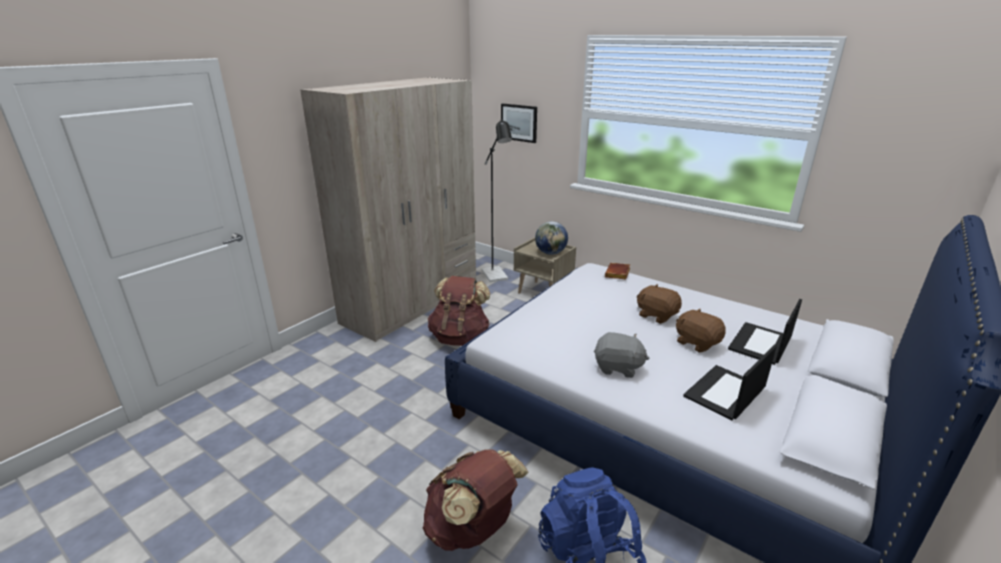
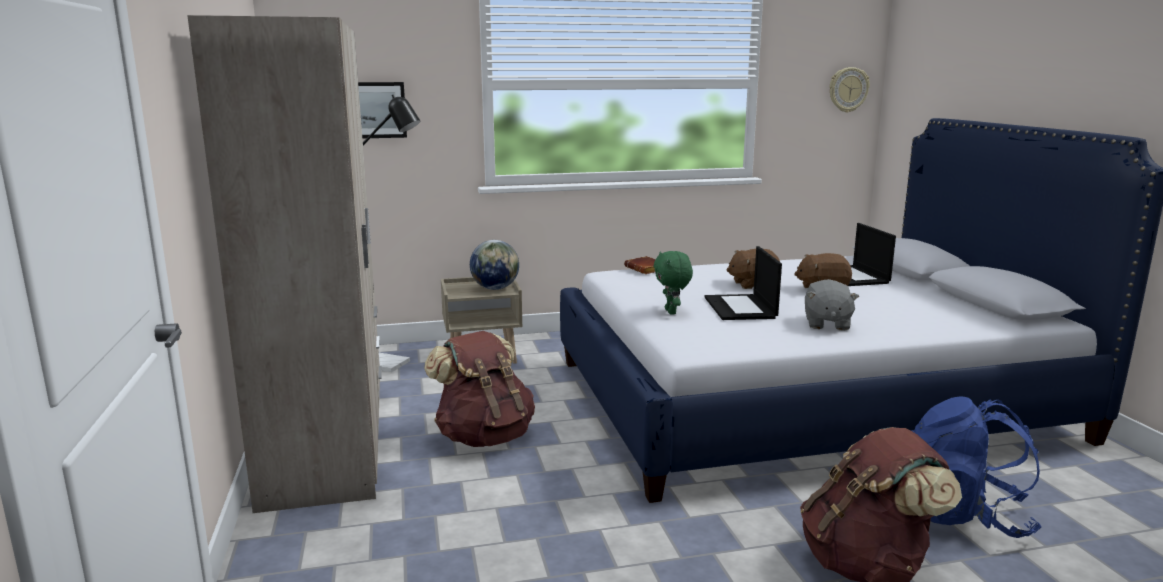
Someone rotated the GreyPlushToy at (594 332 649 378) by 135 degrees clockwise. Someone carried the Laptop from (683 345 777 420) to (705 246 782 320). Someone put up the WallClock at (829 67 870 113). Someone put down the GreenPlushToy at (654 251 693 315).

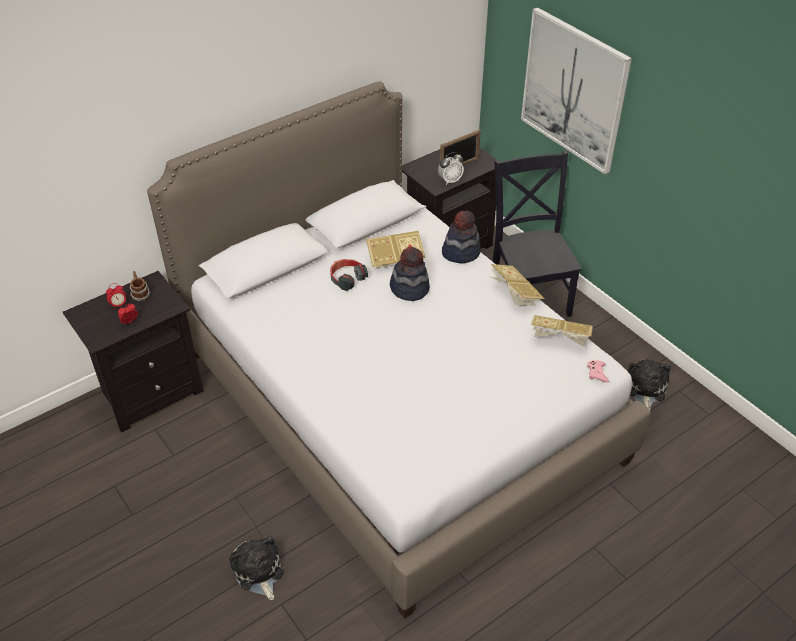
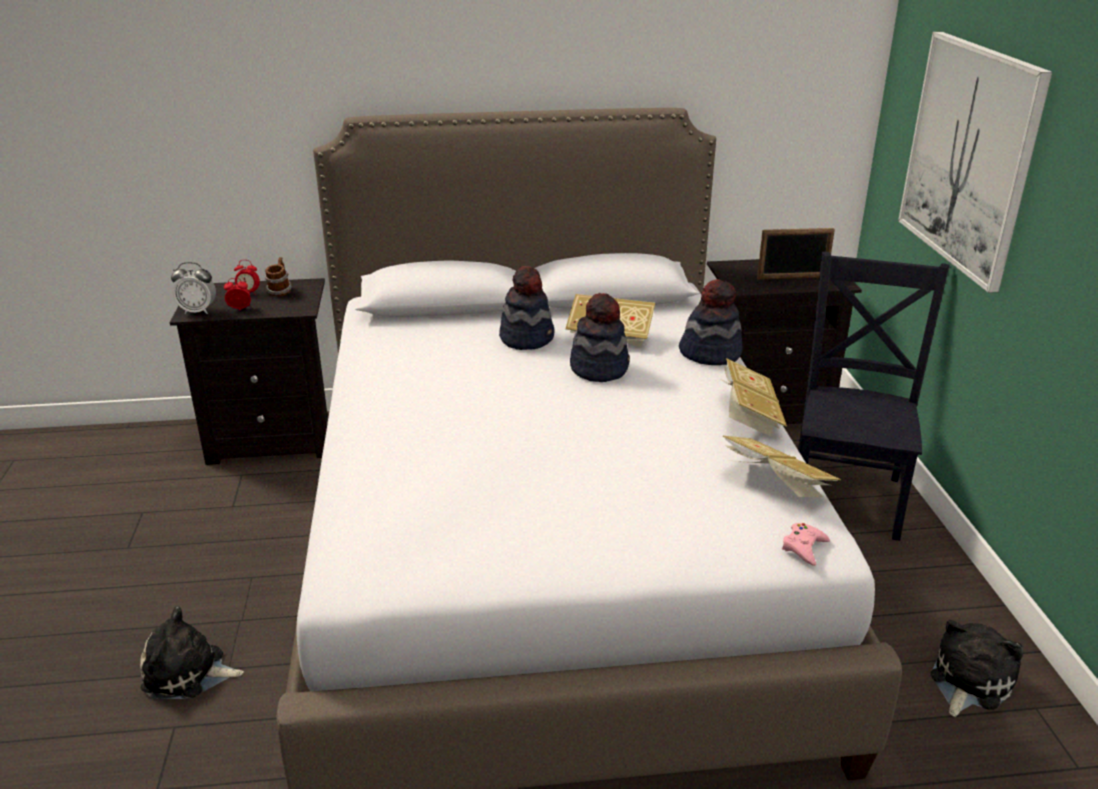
Someone carried the AlarmClock from (438 152 464 185) to (171 262 216 314). Someone swapped the Headphones at (330 259 368 291) for the Hat at (499 266 554 350). Someone rotated the PlushToy at (229 536 283 600) by 90 degrees counterclockwise.

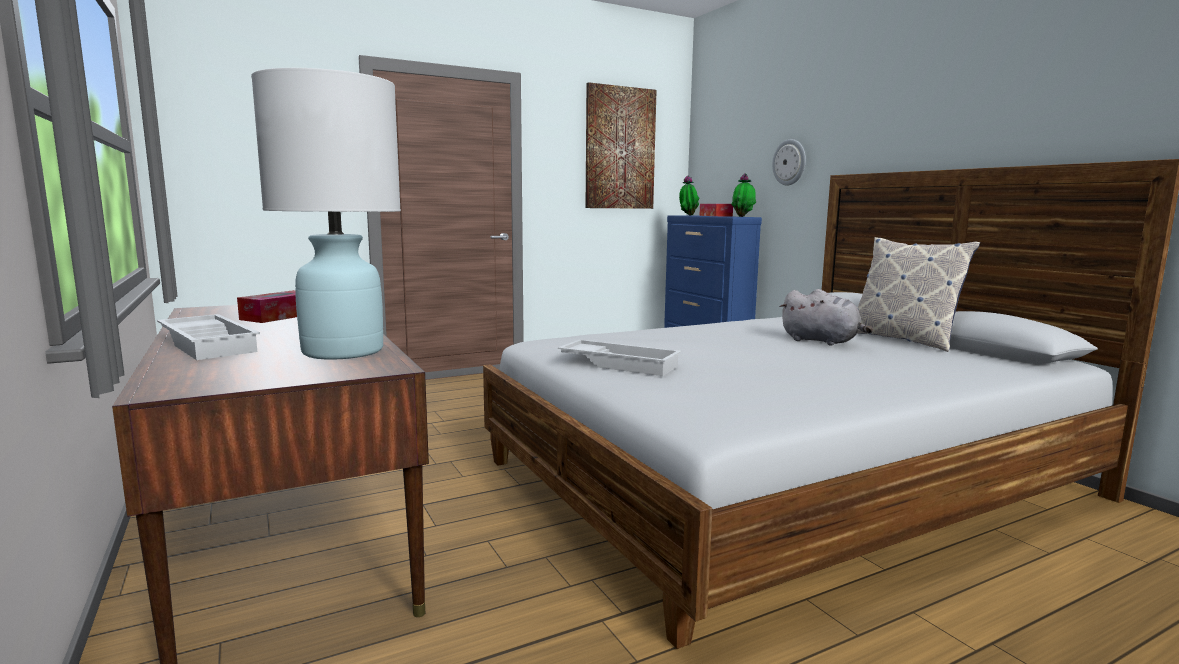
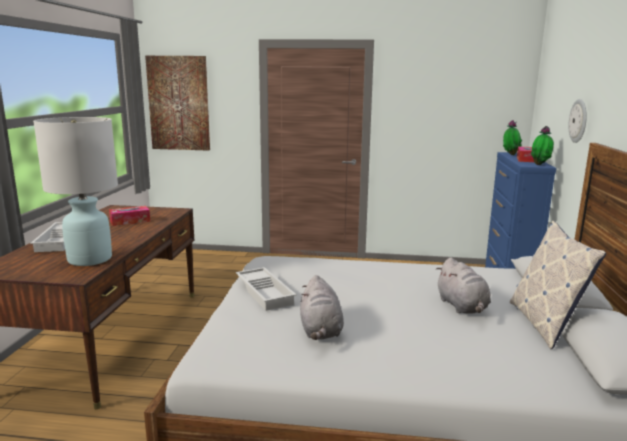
Someone carried the Picture from (586 82 657 209) to (145 56 210 151). Someone put down the GreyPlushToy at (300 275 344 340).

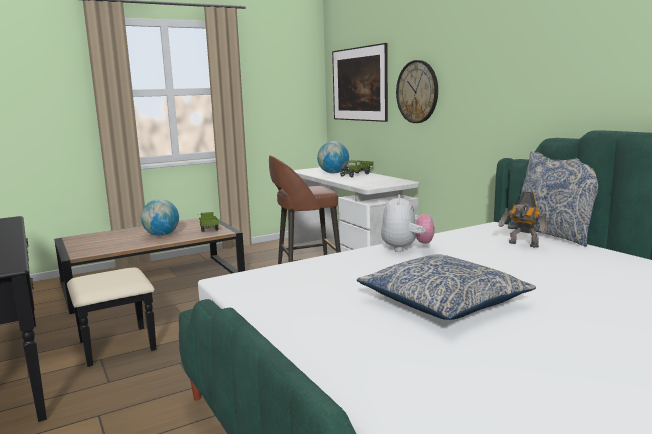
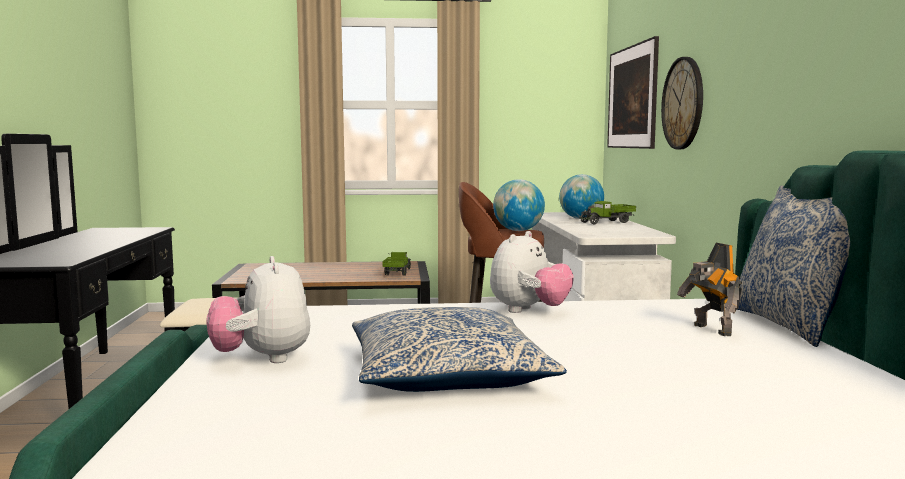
Someone carried the Globe from (141 199 179 236) to (493 179 545 231). Someone put down the PlushToy at (207 256 310 363).

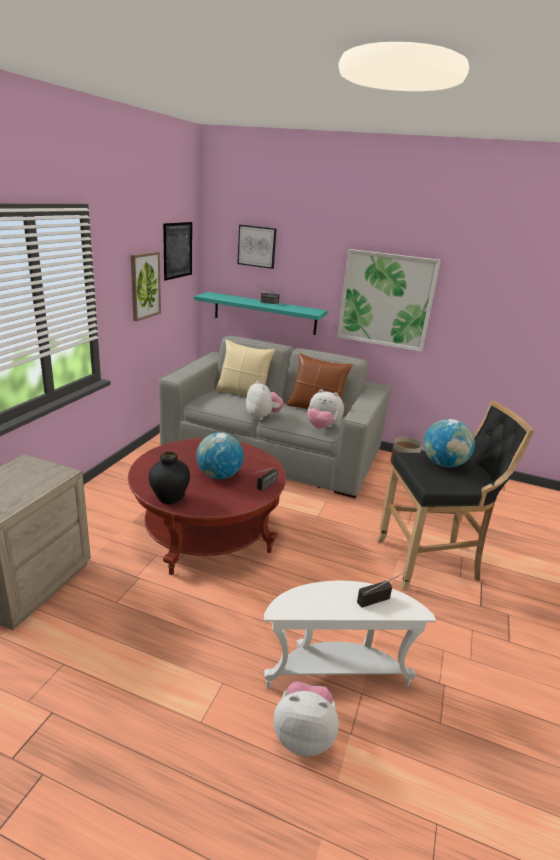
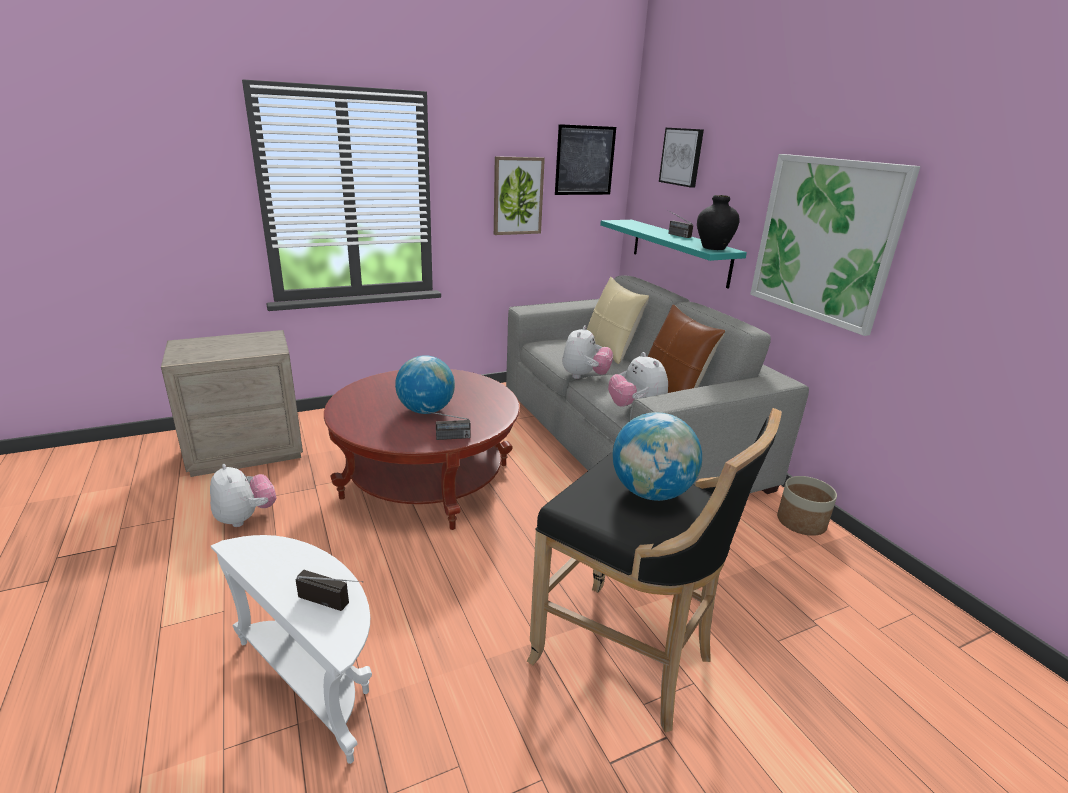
Someone carried the BlackVase from (149 452 190 504) to (697 195 740 250). Someone carried the PlushToy from (274 681 339 757) to (210 464 277 527).

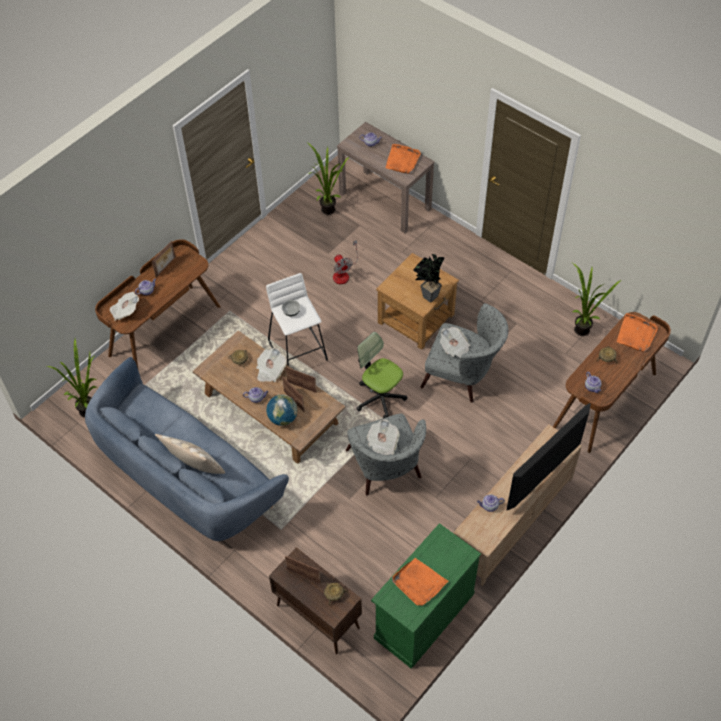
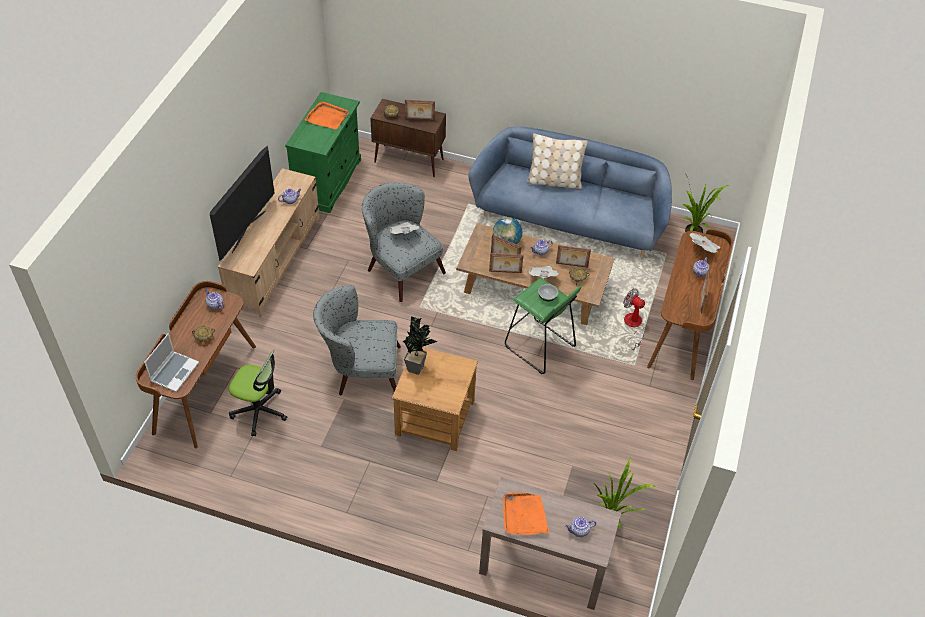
Someone carried the Fan from (333 240 358 284) to (623 288 645 350). Someone took away the PottedPlant at (573 263 621 336). Someone repainted the WhiteStool at (266 273 328 366), which became the GreenStool at (505 278 581 374). Someone swapped the OrangeTray at (617 313 658 352) for the Laptop at (144 333 199 392). Someone took away the Newspaper at (440 327 470 358). Someone carried the OfficeChair from (356 332 407 418) to (229 350 287 436). Someone put down the PictureFrame at (556 245 591 267).

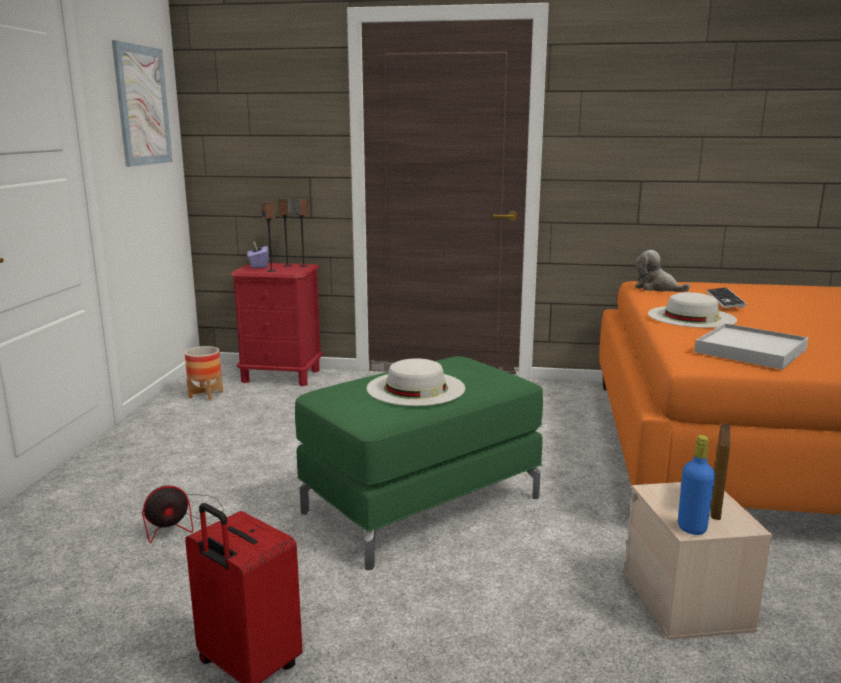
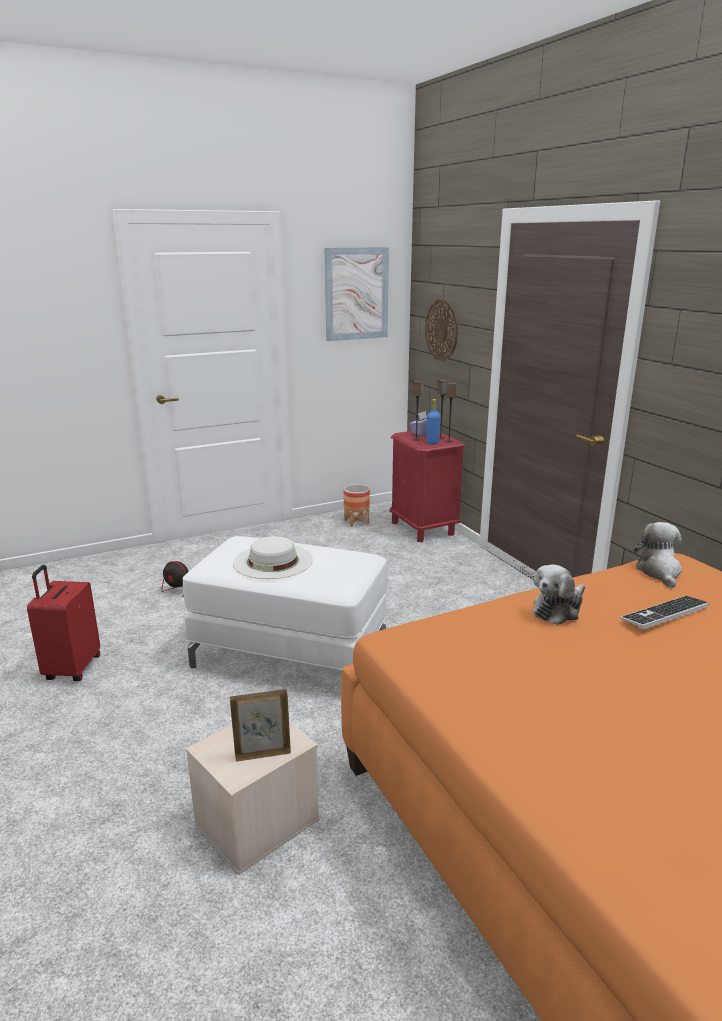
Someone swapped the WhiteHat at (648 292 737 328) for the PlushToy at (533 564 585 625). Someone took away the WhiteTray at (694 323 808 370). Someone repainted the GreenOttoman at (295 356 543 570), which became the WhiteOttoman at (183 536 388 670). Someone carried the BlueBottle from (678 435 715 535) to (426 399 441 445). Someone put up the WallClock at (425 300 458 361).

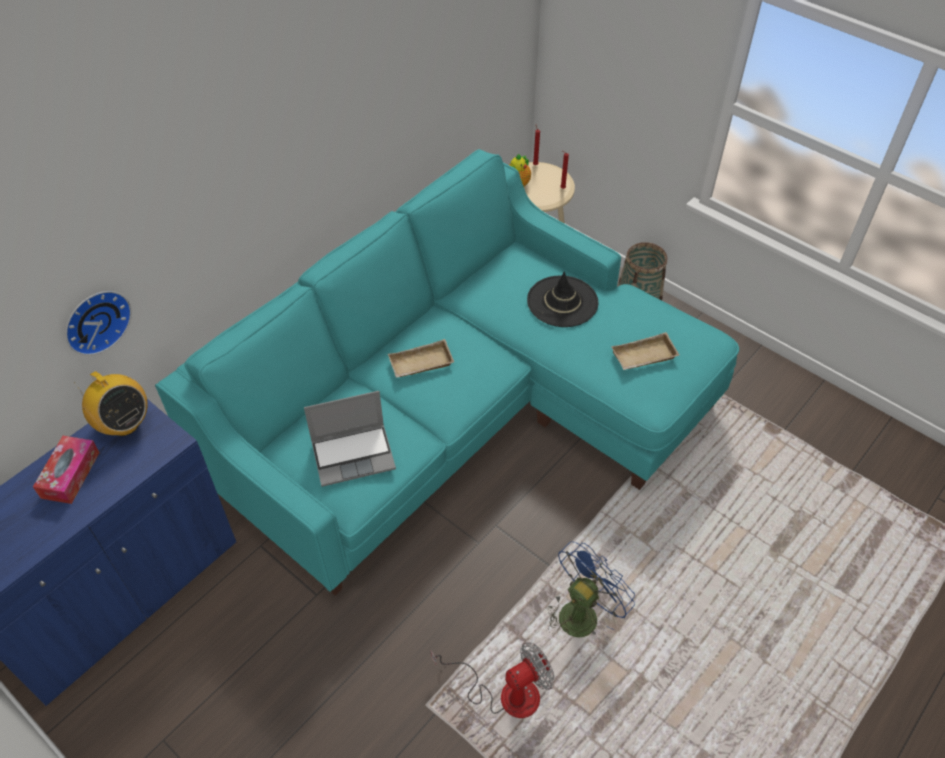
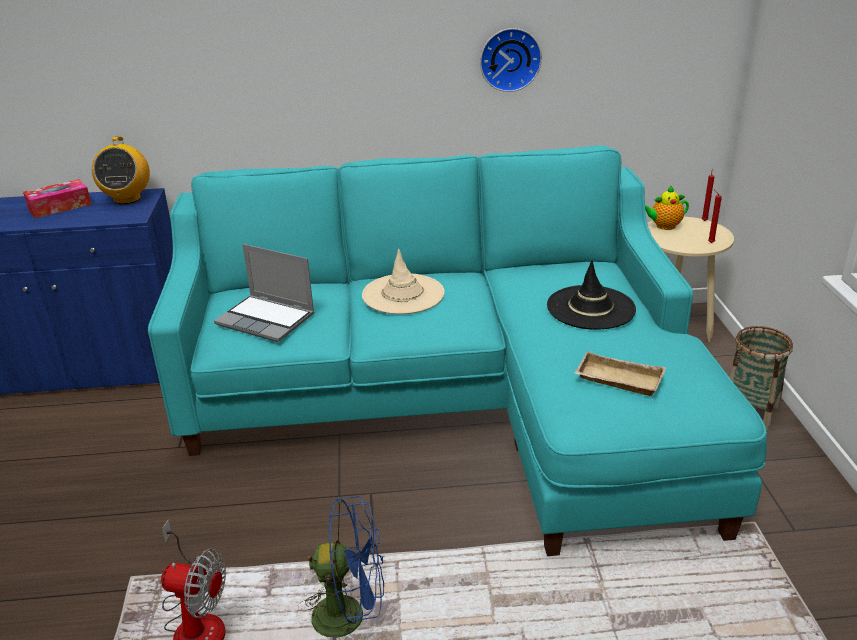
Someone carried the WallClock from (65 291 132 355) to (480 28 542 92). Someone swapped the BeigeTray at (388 339 454 378) for the BeigeHat at (362 249 445 314).

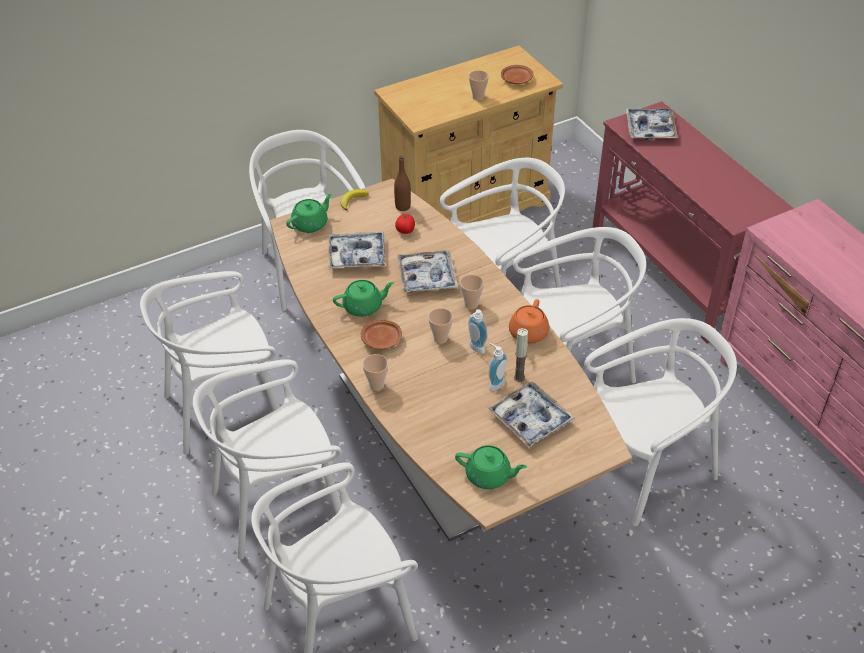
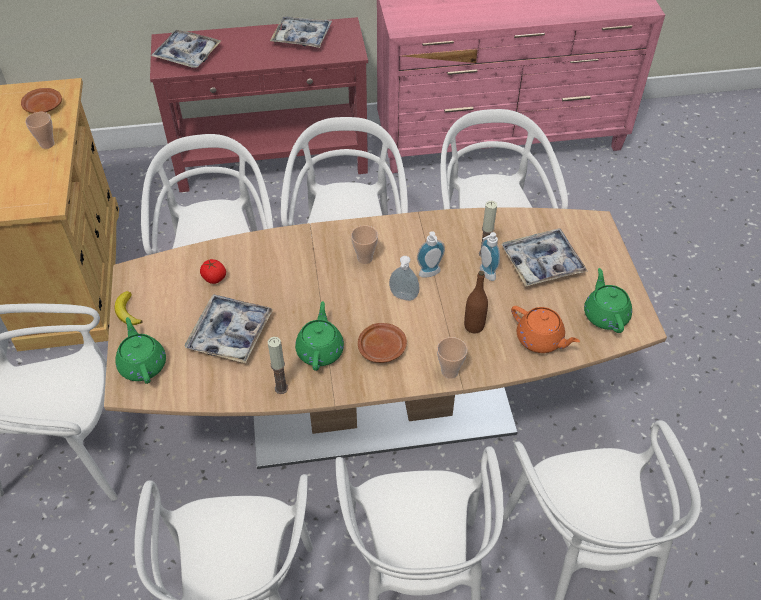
Someone carried the BrownBottle from (394 156 411 211) to (464 271 488 333). Someone carried the Tray from (397 250 458 293) to (270 16 332 48). Someone carried the OrangeTeapot from (509 299 549 343) to (511 306 580 353). Someone swapped the Cup at (428 308 453 344) for the SoapDispenser at (389 256 419 301). Someone rotated the GreenTeapot at (455 445 527 489) by 45 degrees counterclockwise. Someone put down the Candle at (268 337 288 394).

